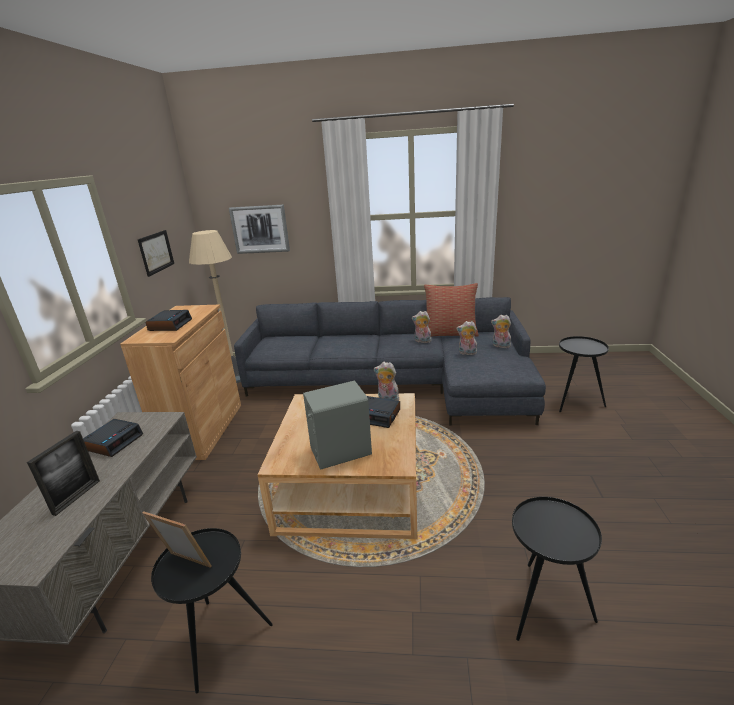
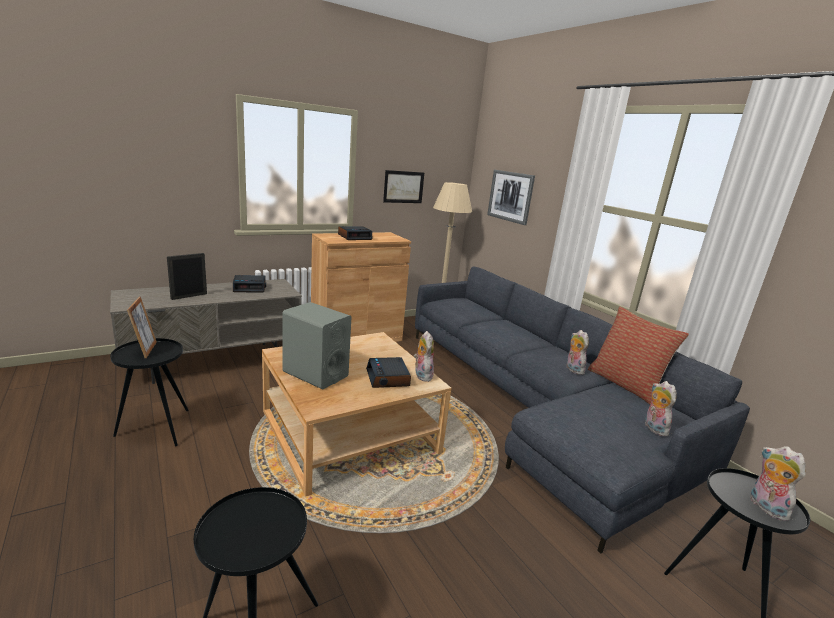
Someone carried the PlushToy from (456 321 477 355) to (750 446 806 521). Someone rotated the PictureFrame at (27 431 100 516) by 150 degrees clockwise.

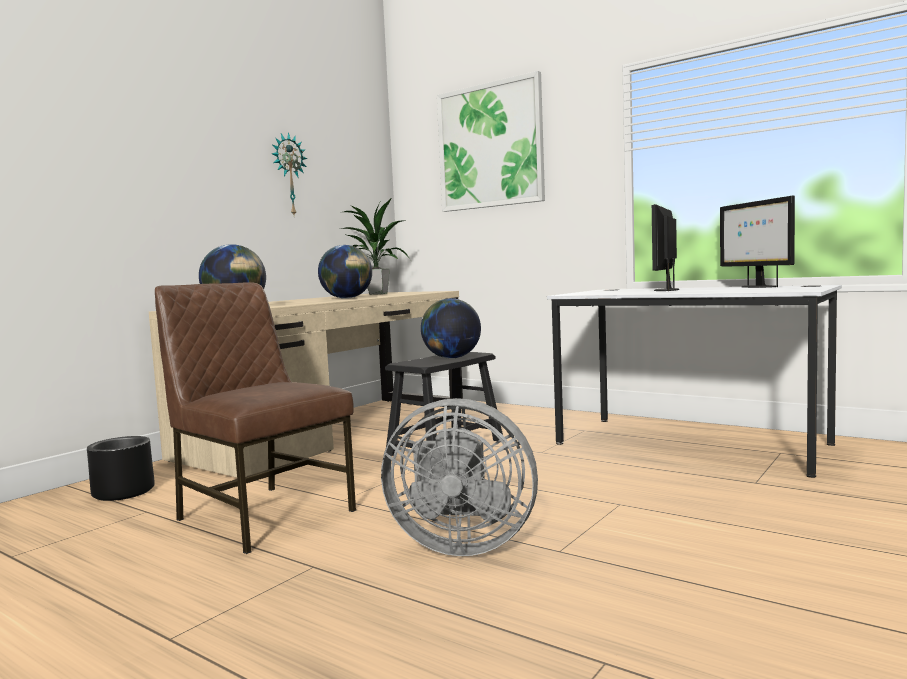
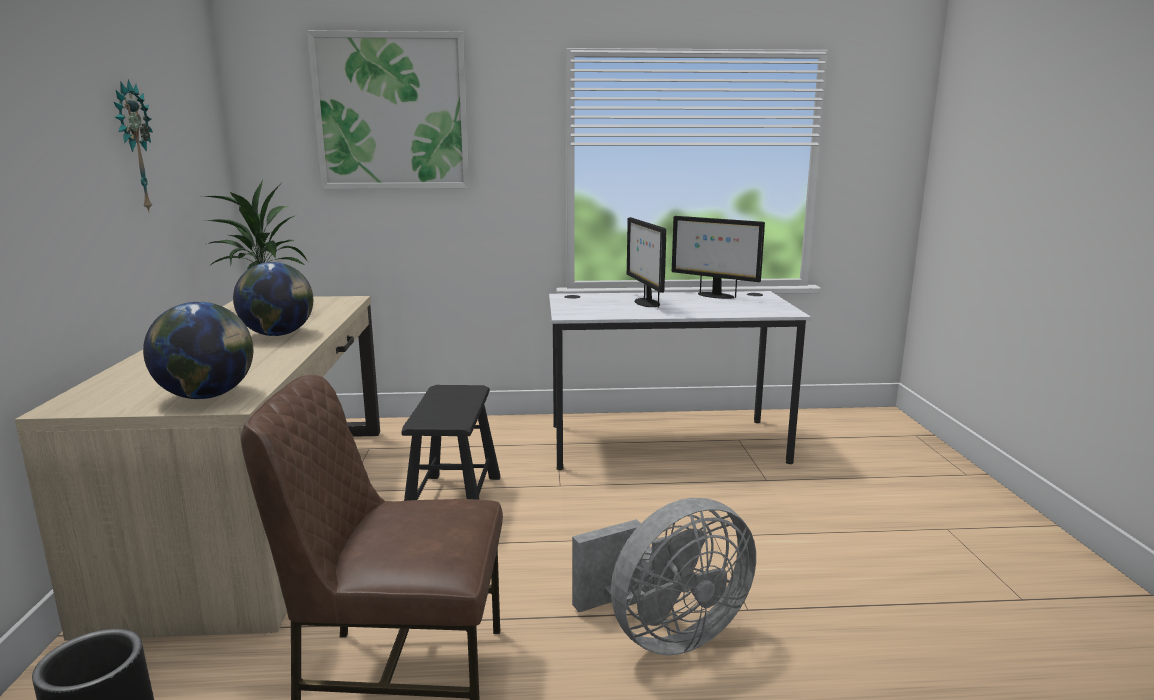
Someone took away the Globe at (421 298 481 358).

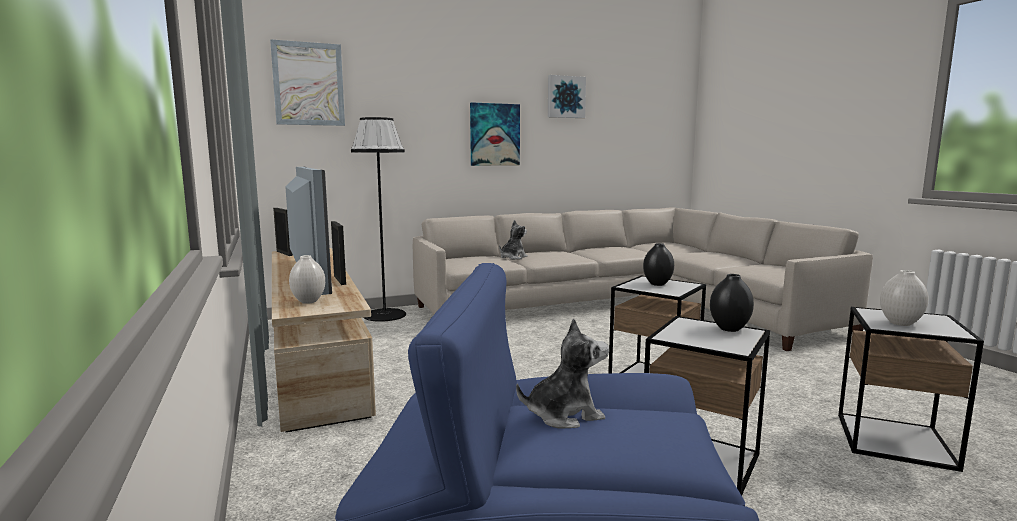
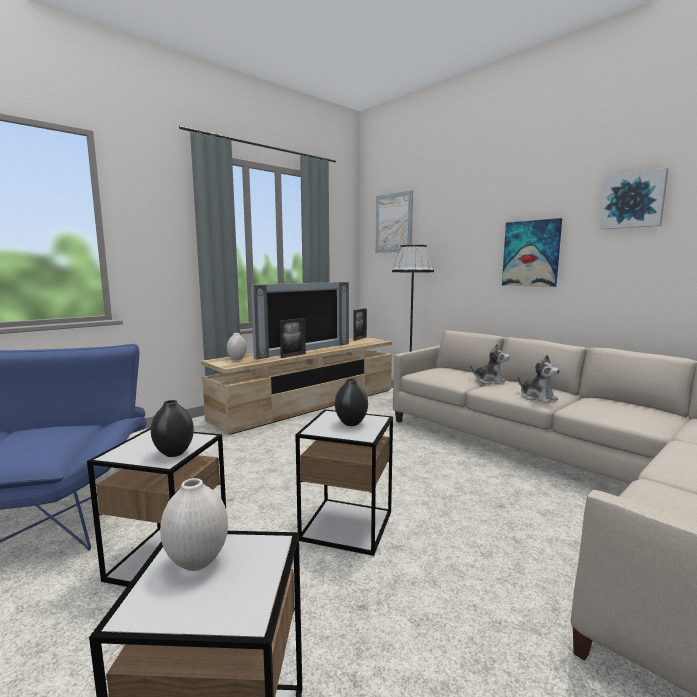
Someone carried the PlushToy from (516 318 609 428) to (518 355 560 403).

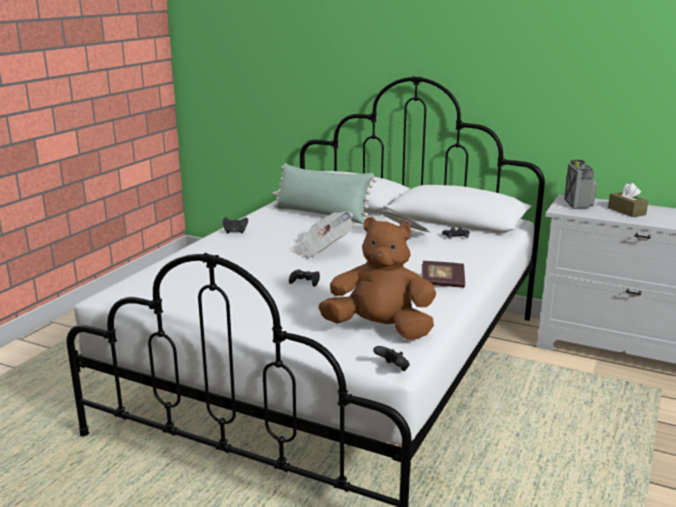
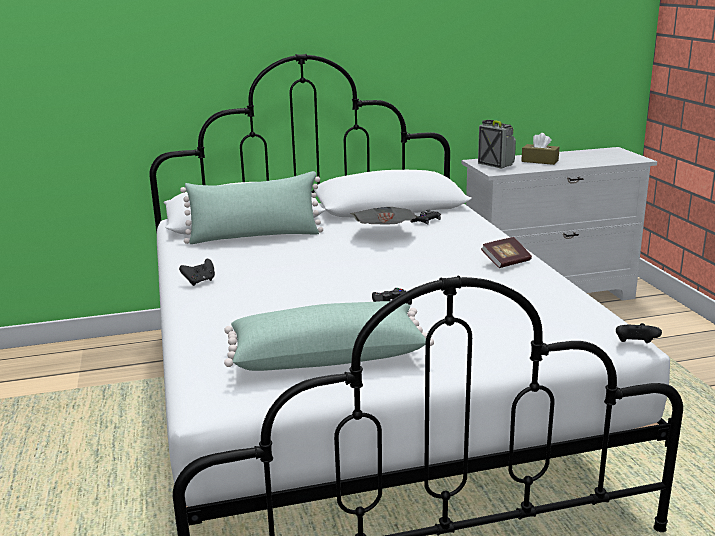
Someone took away the Newspaper at (290 211 354 257). Someone took away the BrownPlushToy at (318 217 436 340). Someone put down the GreenPillow at (224 301 434 371).

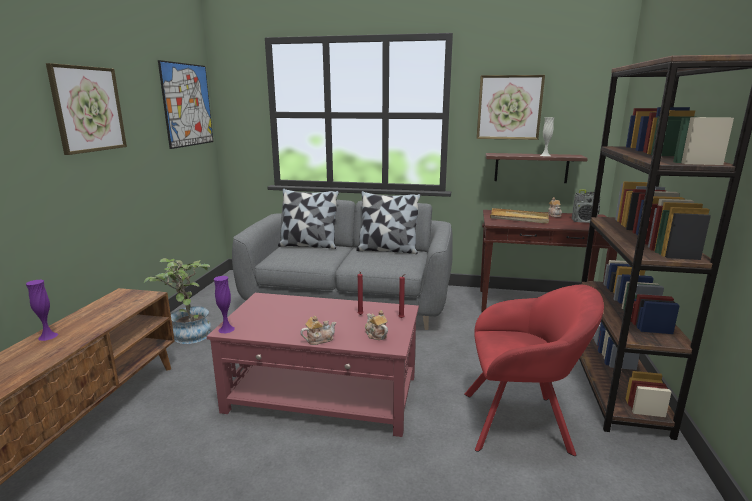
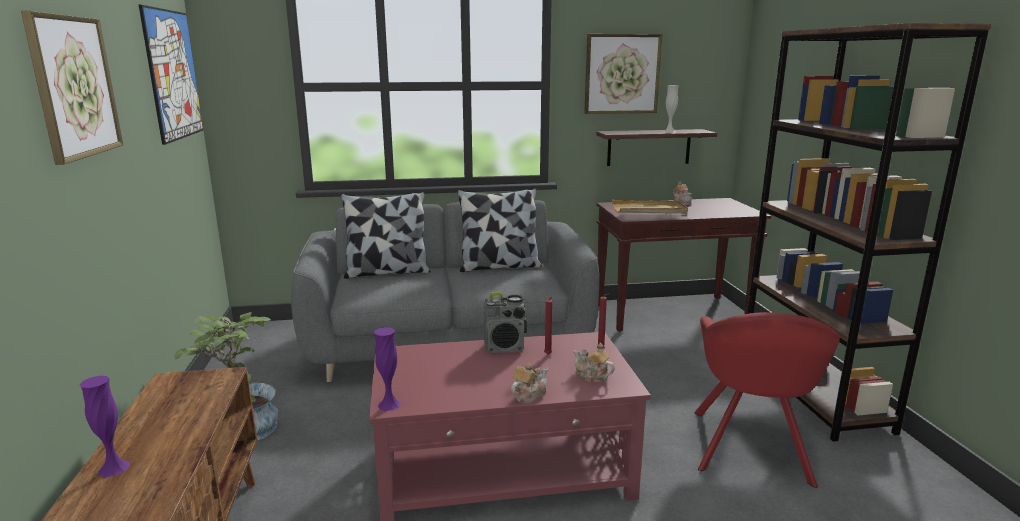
Someone carried the Radio from (572 189 600 223) to (484 292 527 353). Someone rotated the RedArmchair at (464 285 604 456) by 120 degrees clockwise.

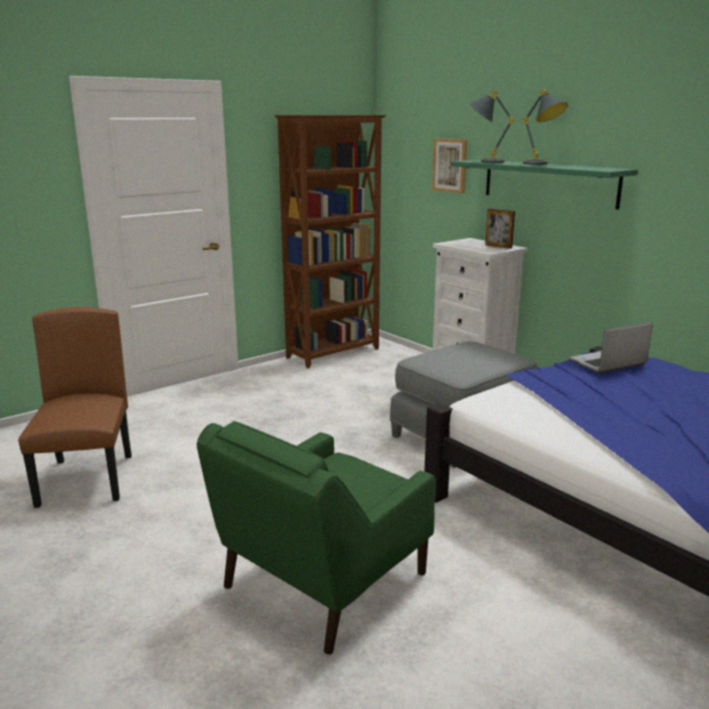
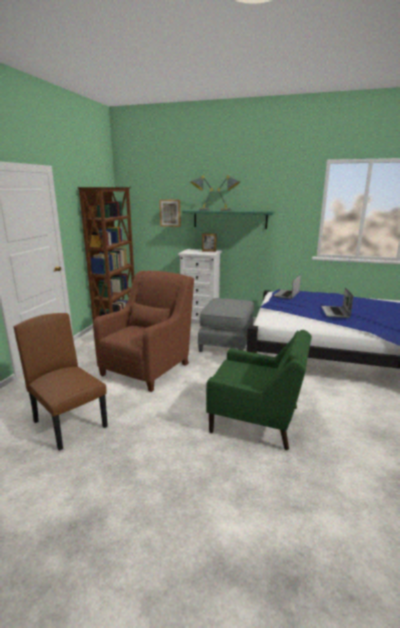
Someone rotated the GreenArmchair at (197 421 436 655) by 75 degrees counterclockwise. Someone put down the BrownArmchair at (93 271 194 392). Someone put down the Laptop at (321 287 353 318).

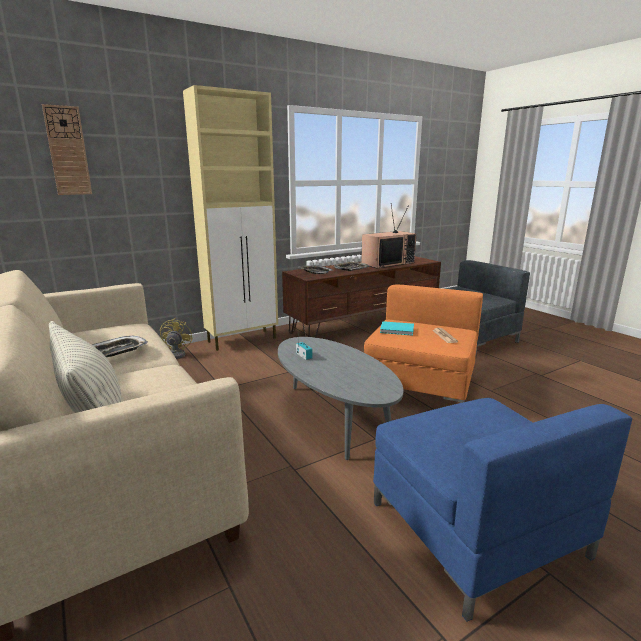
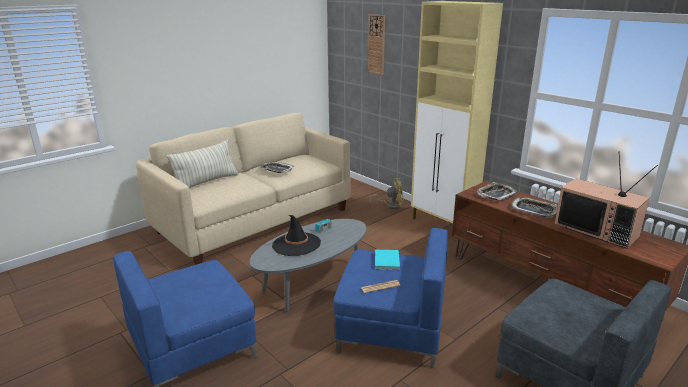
Someone repainted the OrangeArmchair at (364 285 483 403), which became the BlueArmchair at (333 228 448 368). Someone put down the BlackHat at (272 215 321 256).

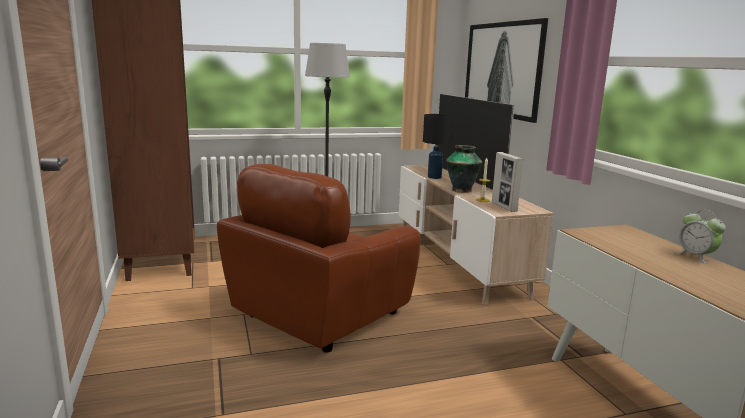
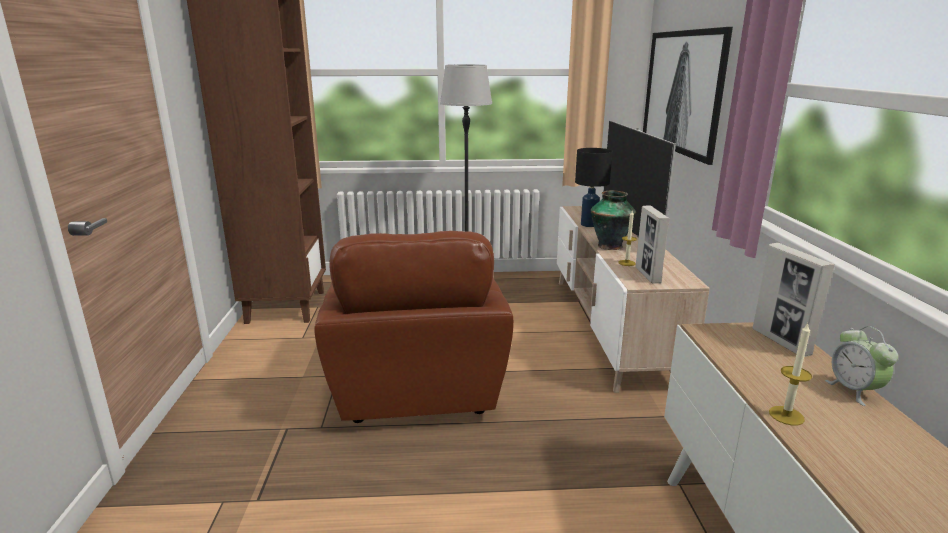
Someone rotated the BrownArmchair at (217 164 420 353) by 60 degrees counterclockwise. Someone put down the PictureFrame at (753 243 835 357). Someone put down the Candle at (769 323 812 425).

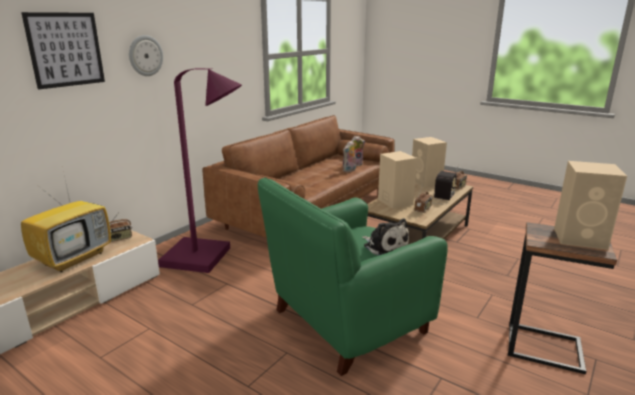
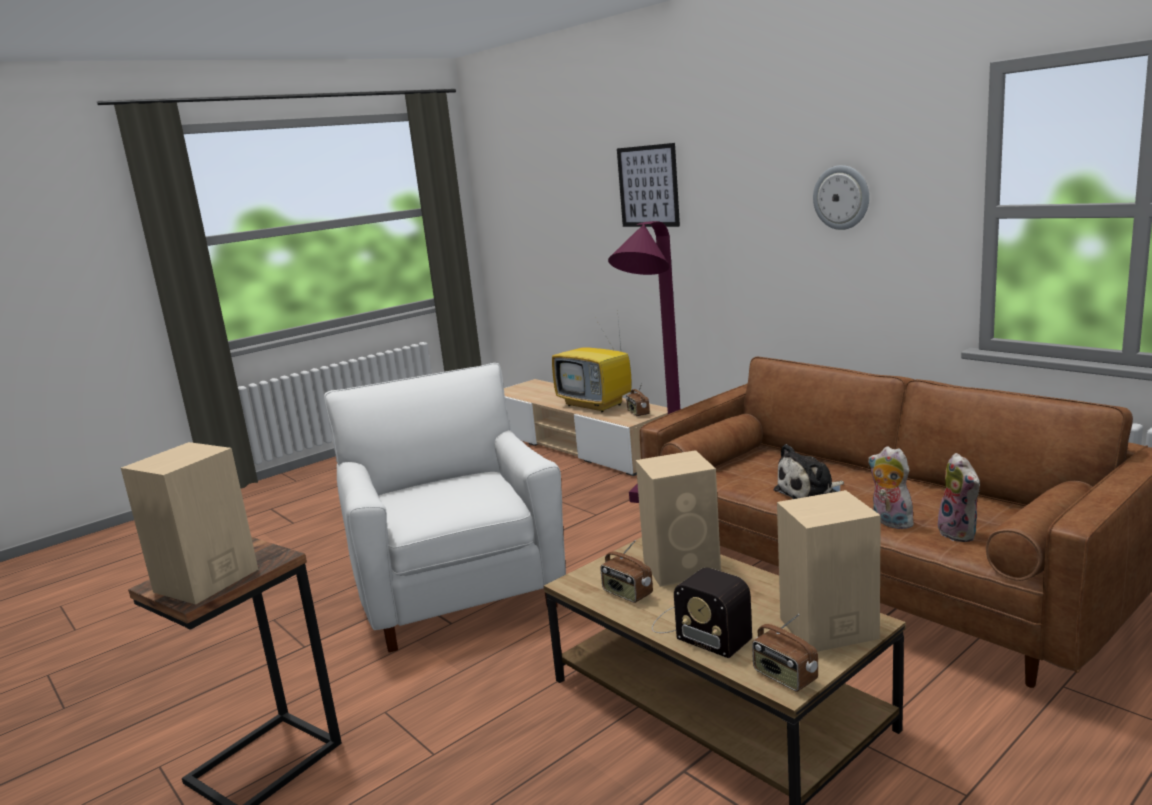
Someone carried the WallClock from (129 35 163 76) to (813 165 869 230). Someone repainted the GreenArmchair at (258 177 448 376), which became the WhiteArmchair at (324 363 566 653). Someone carried the PlushToy from (362 218 409 256) to (773 444 844 499).

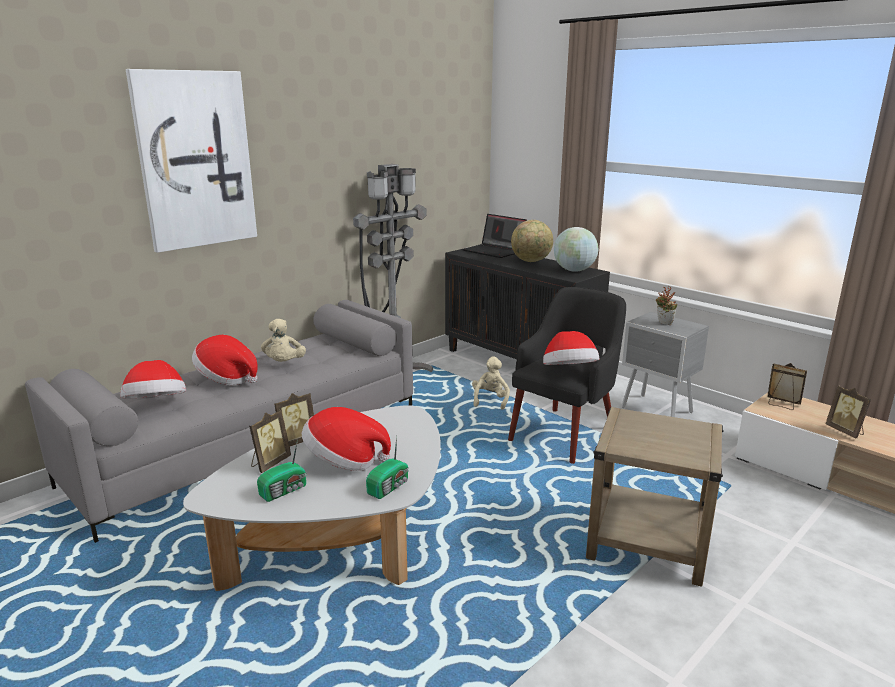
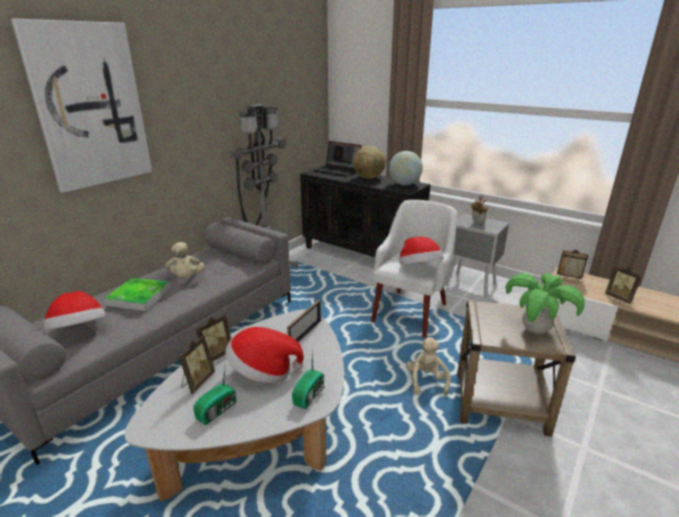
Someone repainted the BlackArmchair at (508 287 626 464), which became the WhiteArmchair at (371 200 457 338). Someone swapped the Hat at (192 335 258 385) for the Tray at (104 278 170 311). Someone carried the BeigePlushToy from (472 356 510 410) to (406 337 451 396). Someone put down the PottedPlant at (506 273 585 334). Someone put down the PictureFrame at (287 300 321 342).

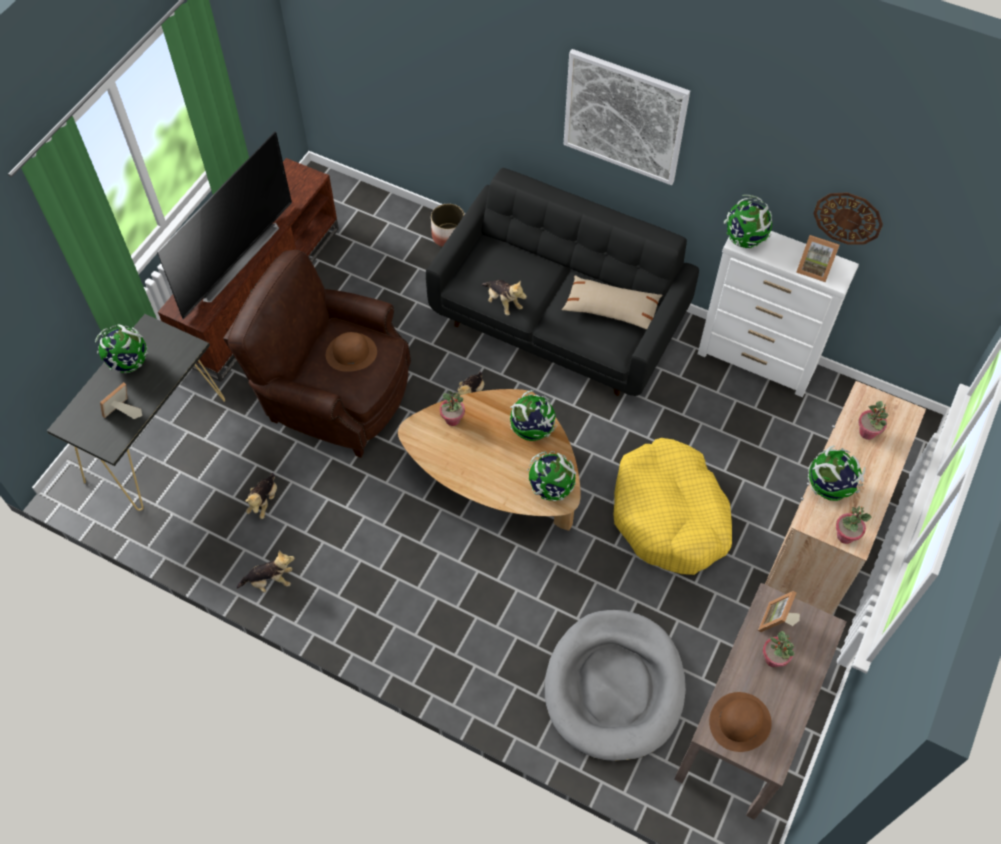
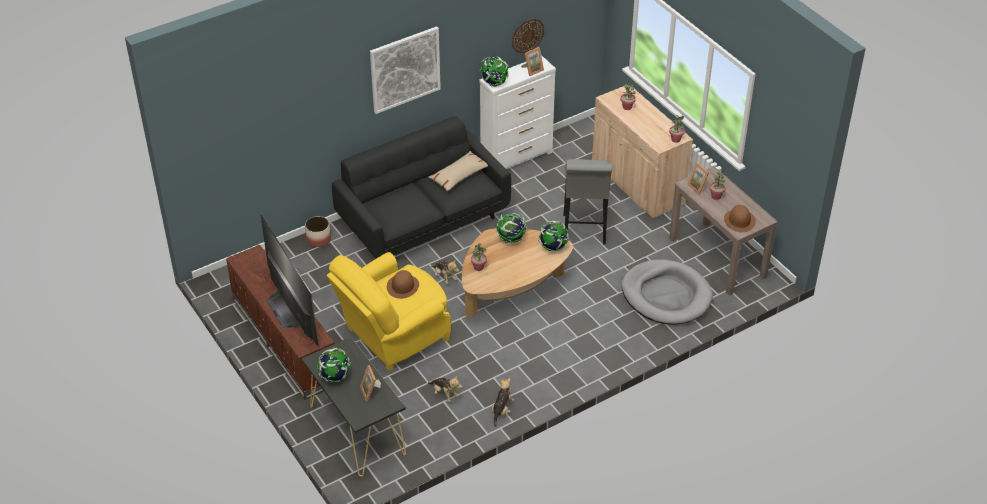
Someone repainted the BrownArmchair at (223 250 411 458), which became the YellowArmchair at (326 252 451 371). Someone took away the PlushToy at (481 280 527 315). Someone swapped the YellowDogBed at (613 438 732 575) for the GreyStool at (563 159 612 245). Someone took away the Globe at (808 446 866 501).

